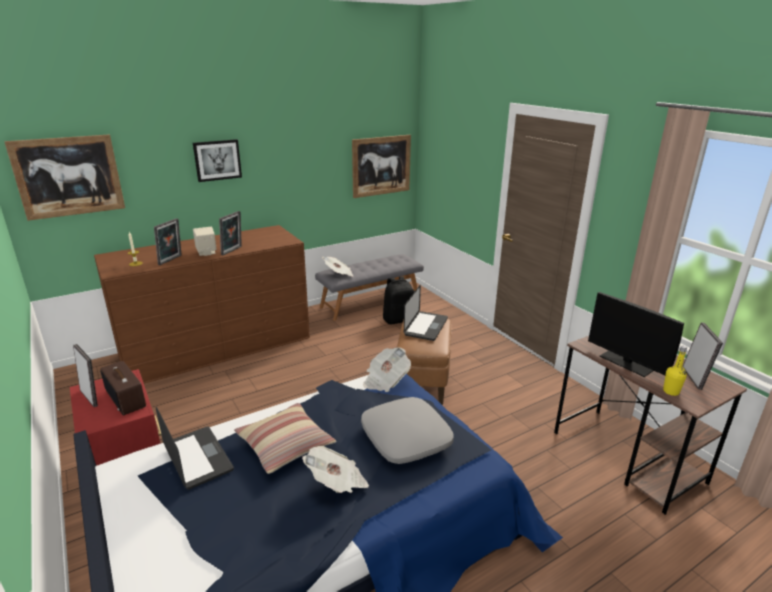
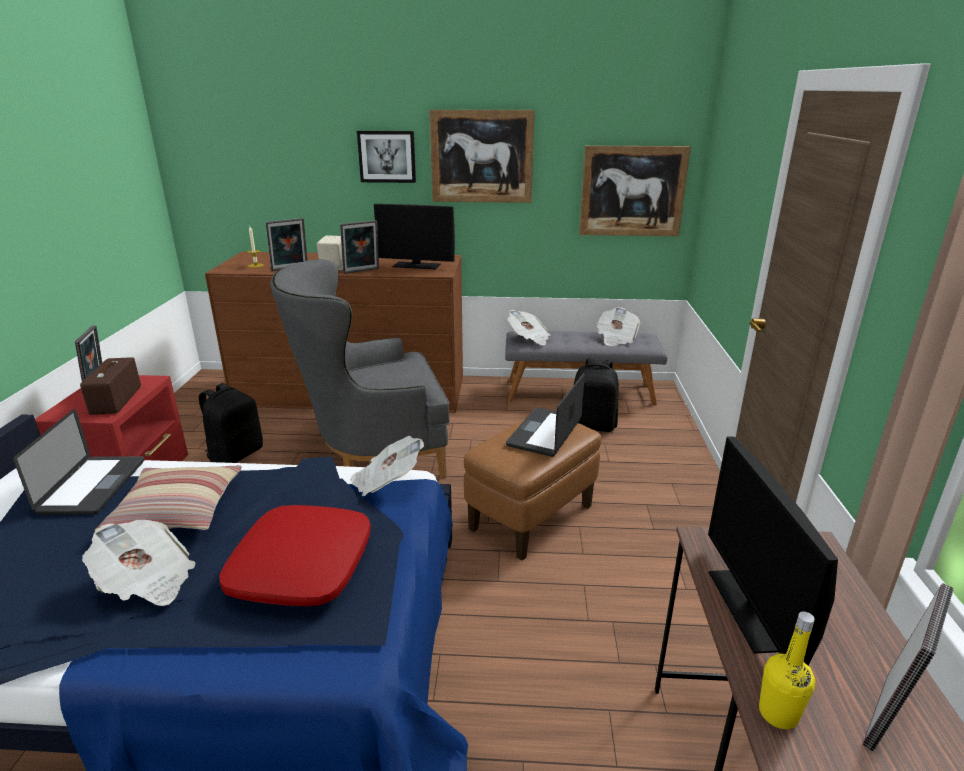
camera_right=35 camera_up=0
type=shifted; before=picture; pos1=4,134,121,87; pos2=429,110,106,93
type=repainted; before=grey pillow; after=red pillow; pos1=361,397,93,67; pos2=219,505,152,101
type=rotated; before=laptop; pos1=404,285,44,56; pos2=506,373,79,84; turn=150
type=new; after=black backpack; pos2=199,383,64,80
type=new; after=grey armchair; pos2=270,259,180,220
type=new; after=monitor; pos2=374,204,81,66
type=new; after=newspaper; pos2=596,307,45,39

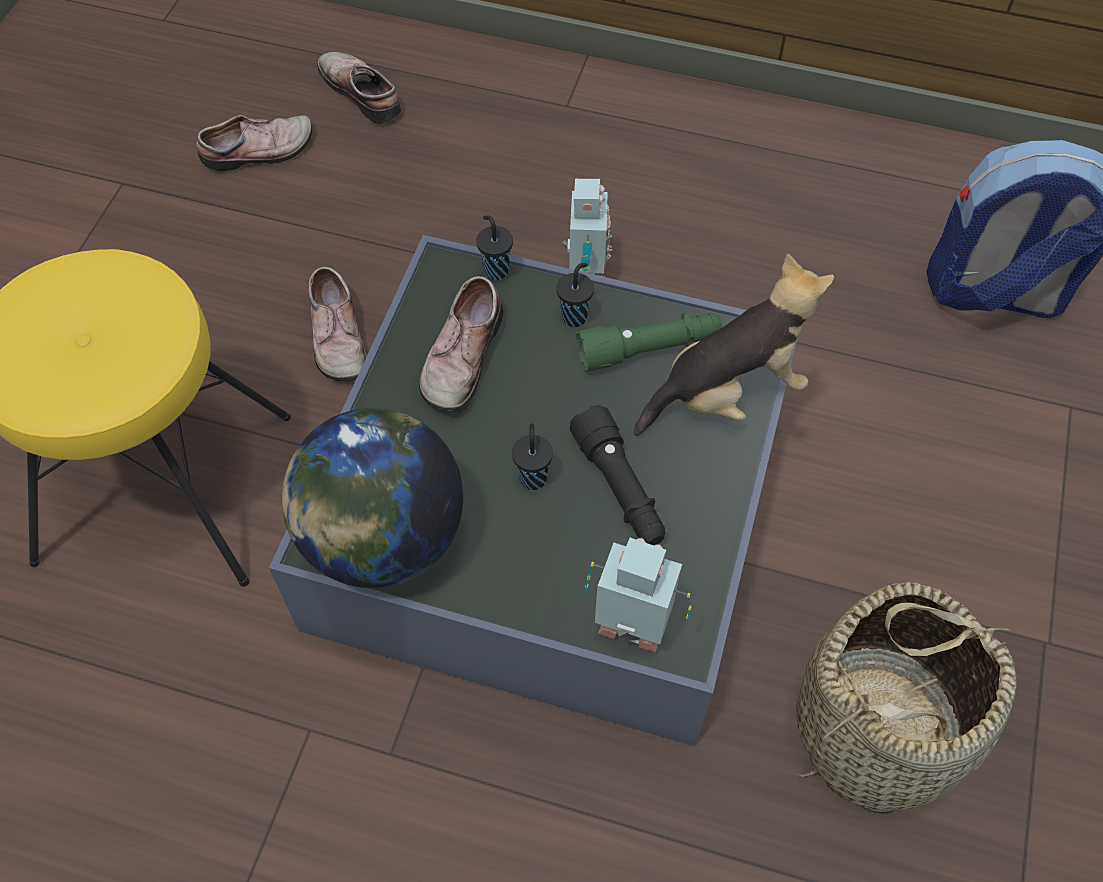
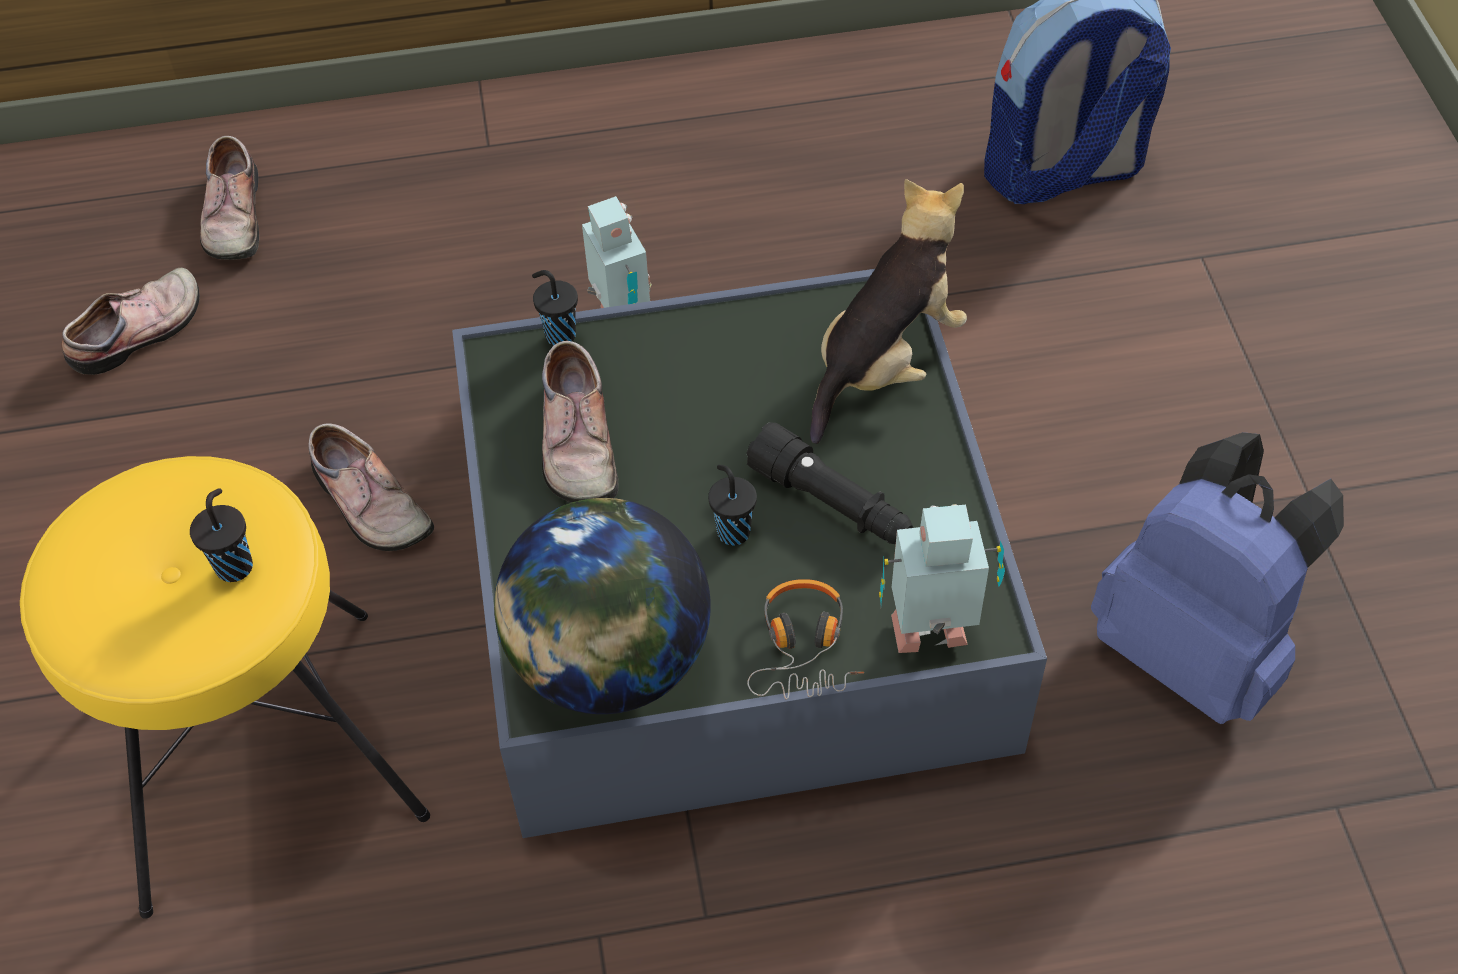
camera_right=-25 camera_up=-5
type=rotated; before=shoe; pos1=317,52,84,72; pos2=200,136,59,124; turn=-120
type=shifted; before=black cup; pos1=557,263,37,64; pos2=190,488,63,94
type=gone; before=green flashlight; pos1=576,313,146,58
type=swapped; before=basket; after=blue backpack; pos1=796,582,221,232; pos2=1091,432,253,292
type=new; after=headphones; pos2=747,579,117,121

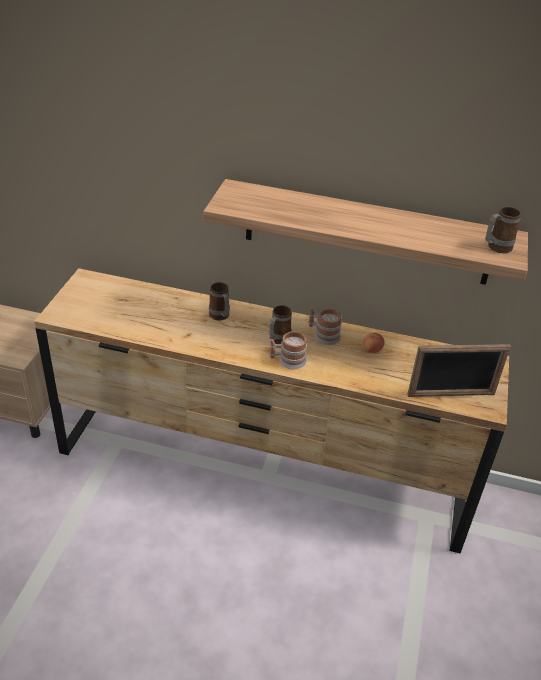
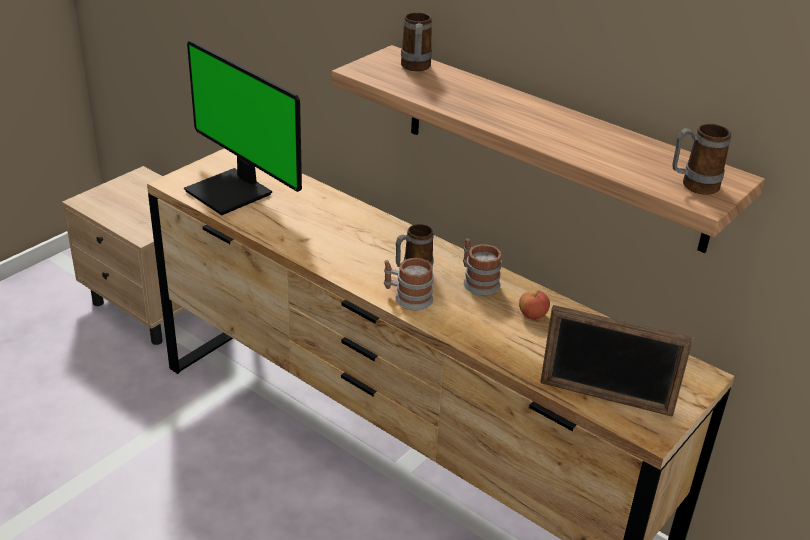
camera_right=25 camera_up=-5
type=shifted; before=mug; pos1=209,282,21,39; pos2=401,12,31,59
type=new; after=monitor; pos2=184,41,118,174

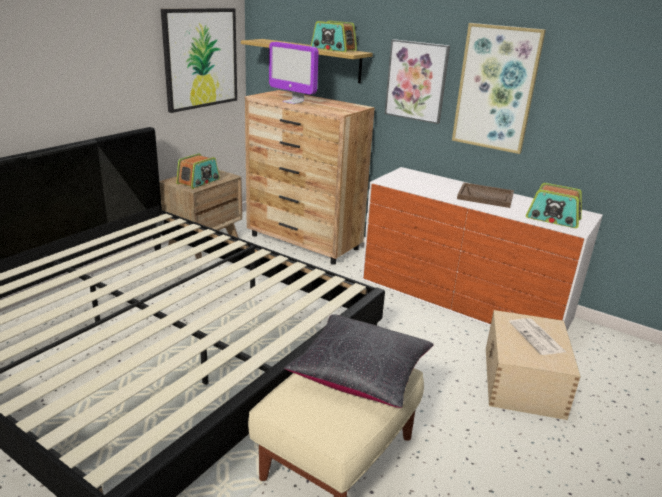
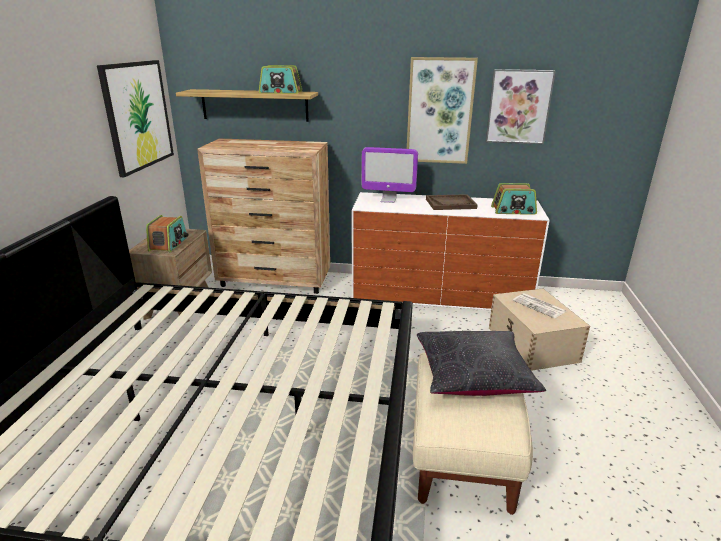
camera_right=-25 camera_up=0
type=shifted; before=monitor; pos1=269,42,50,62; pos2=361,147,57,56
type=shifted; before=picture; pos1=385,39,65,85; pos2=486,69,70,75

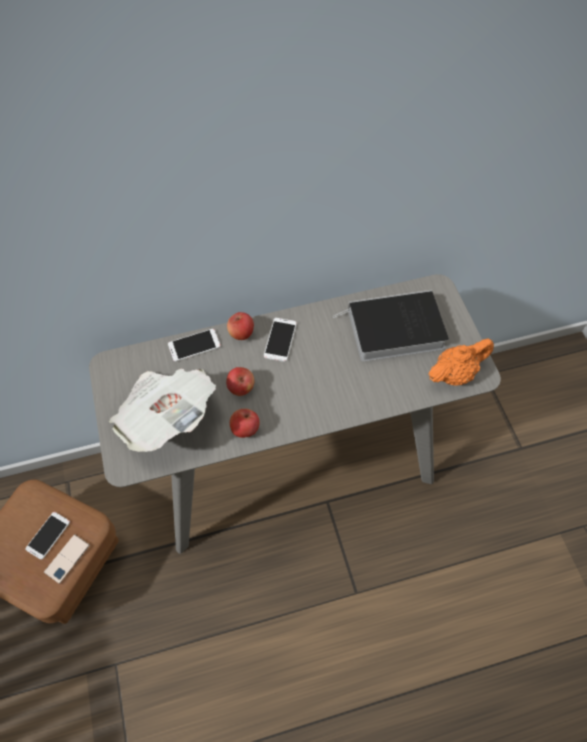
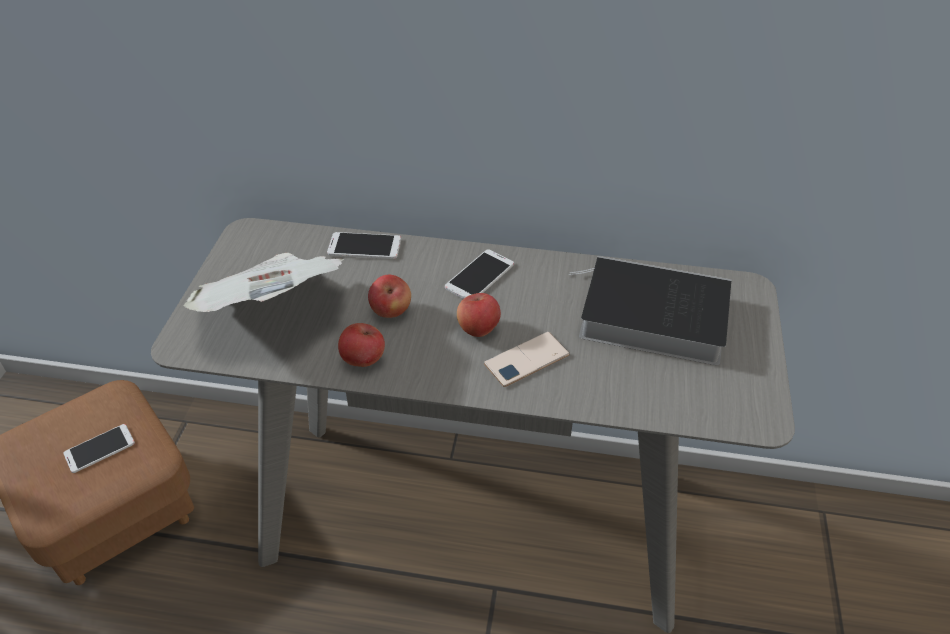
camera_right=25 camera_up=-15
type=shifted; before=phone; pos1=44,534,46,50; pos2=484,332,86,55
type=shifted; before=apple; pos1=227,312,27,28; pos2=457,293,44,44
type=gone; before=orange teapot; pos1=428,339,66,47

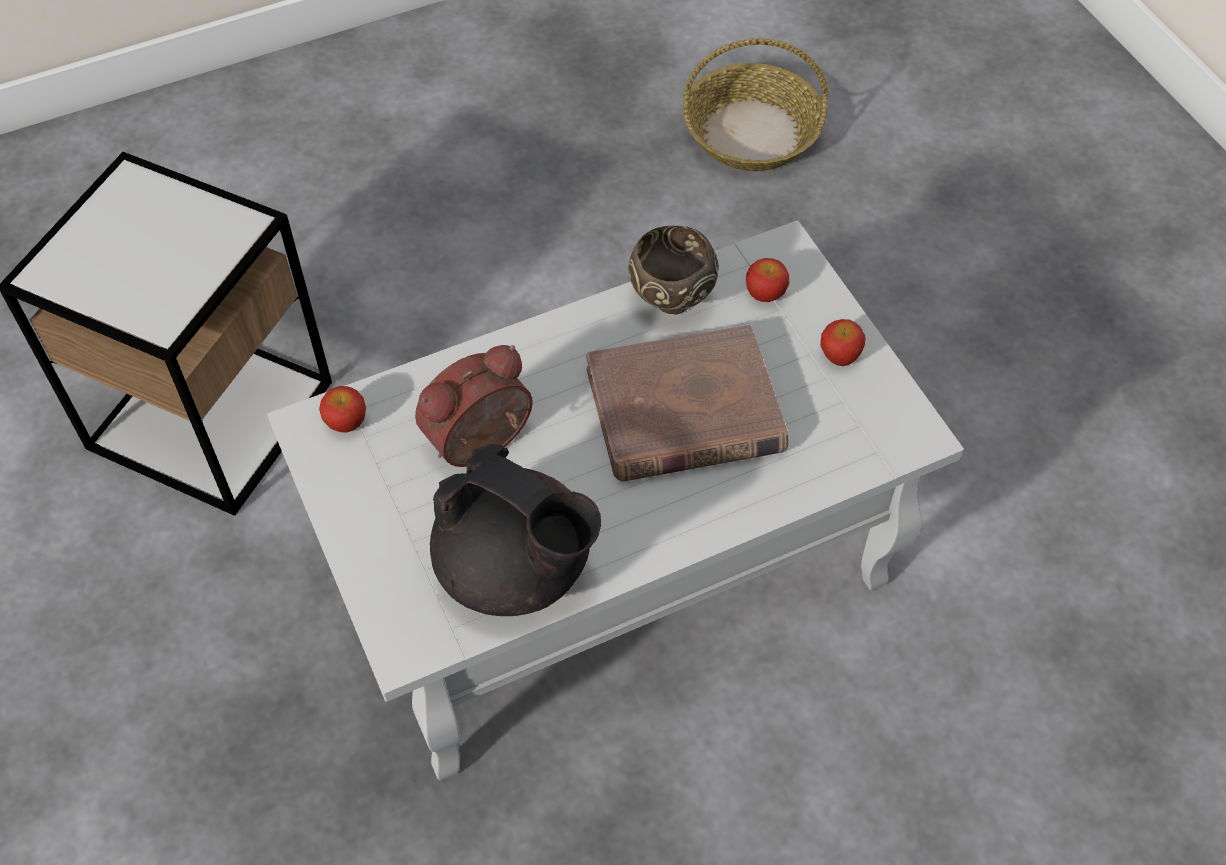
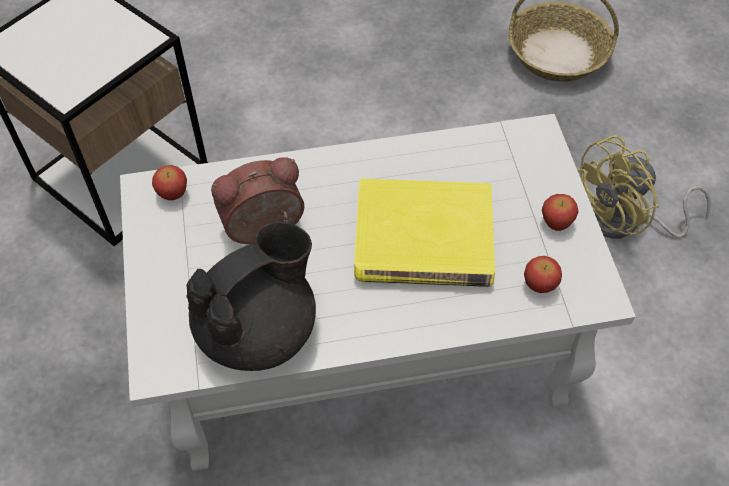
camera_right=15 camera_up=0
type=rotated; before=black teapot; pos1=430,444,171,172; pos2=186,222,130,149; turn=-90
type=repainted; before=brown book; after=yellow book; pos1=587,324,201,158; pos2=354,178,141,109
type=gone; before=brown bowl; pos1=628,226,91,89
type=shifted; before=apple; pos1=746,258,44,44; pos2=524,256,38,37
type=new; after=yellow fan; pos2=577,135,134,104

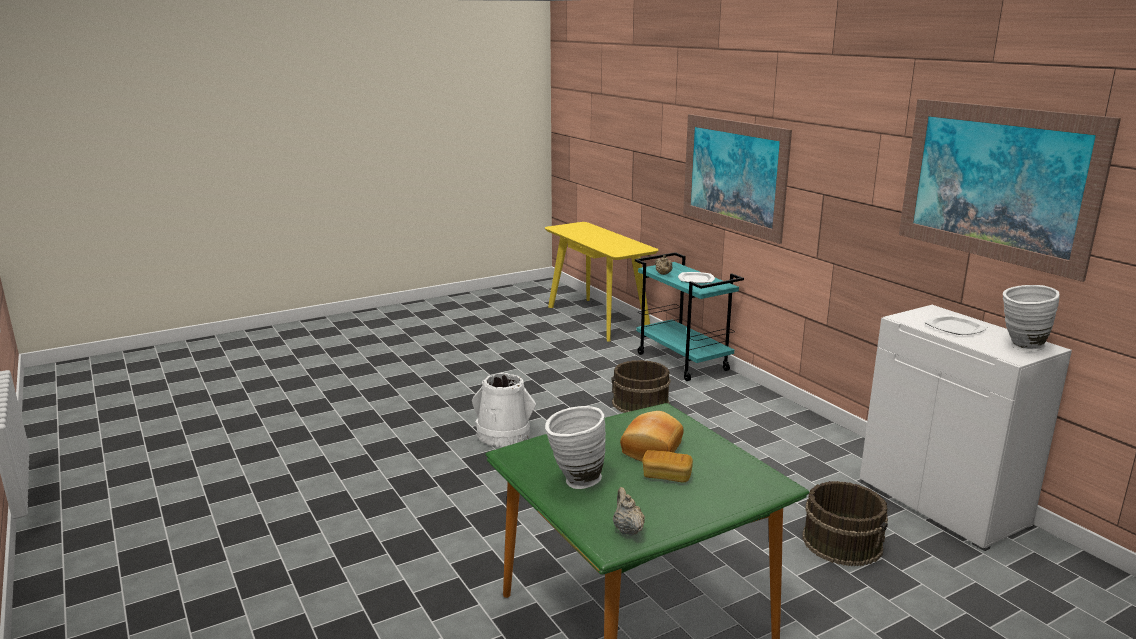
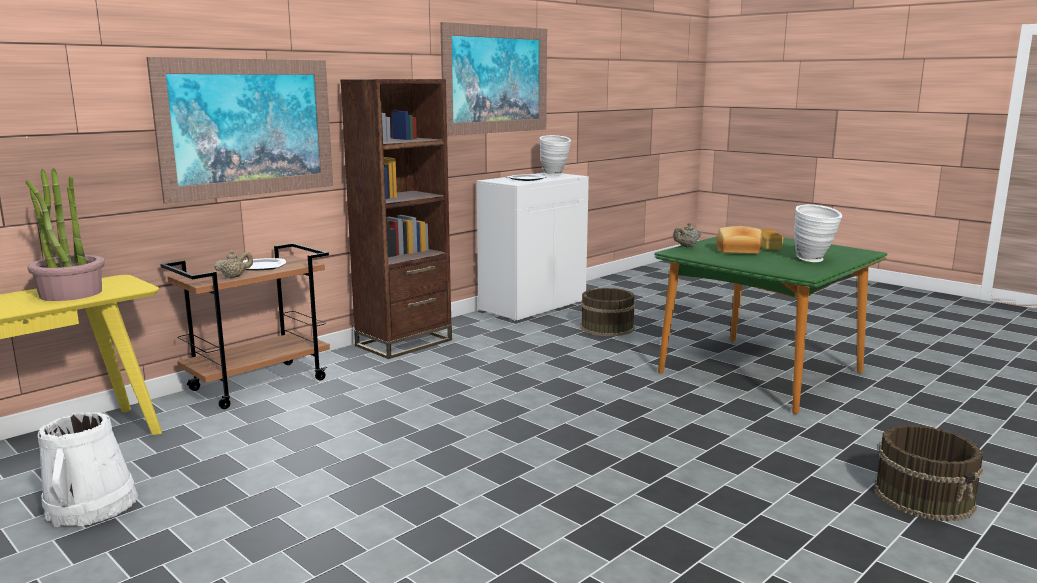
camera_right=-105 camera_up=-5
type=shifted; before=white bucket; pos1=472,373,64,74; pos2=38,412,100,115
type=shifted; before=brown bucket; pos1=611,360,60,53; pos2=874,425,109,97
type=shifted; before=beige teapot; pos1=613,487,32,49; pos2=673,223,28,25
type=repainted; before=turquoise cart; after=brown cart; pos1=635,252,109,129; pos2=160,243,170,166
type=new; after=potted plant; pos2=25,168,80,133
type=new; after=brown bookcase; pos2=340,79,112,280

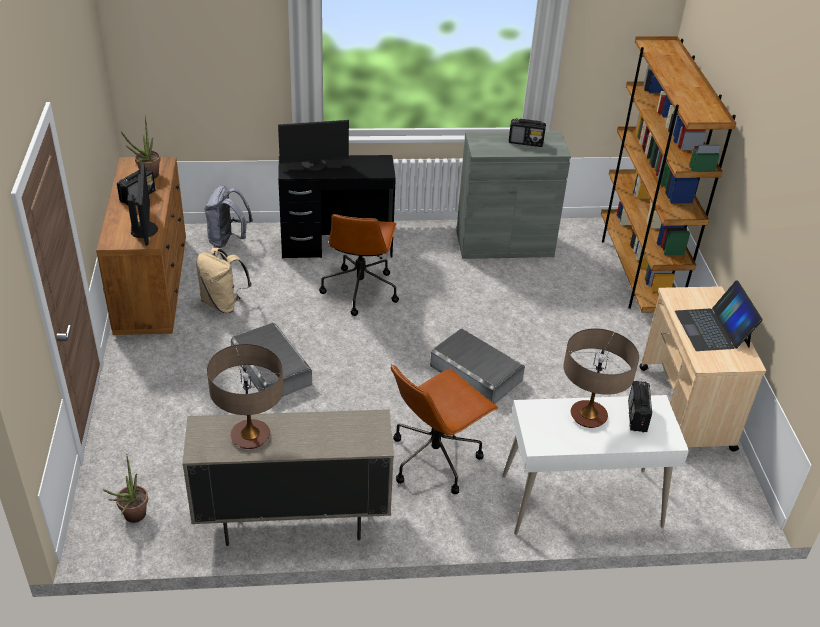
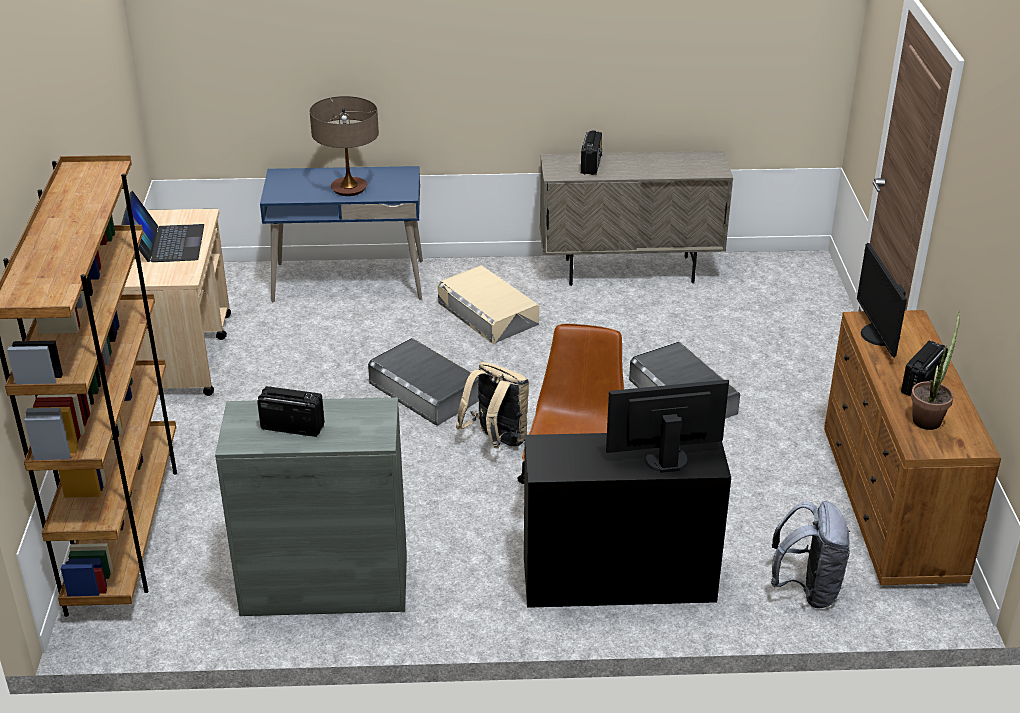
camera_right=-175 camera_up=-5
type=gone; before=potted plant; pos1=103,453,45,70
type=shifted; before=beige backpack; pos1=196,248,56,65; pos2=456,362,73,86
type=gone; before=table lamp; pos1=207,344,77,105
type=swapped; before=brown office chair; after=beige storage box; pos1=391,364,107,130; pos2=438,265,101,79
type=repainted; before=white desk; after=blue desk; pos1=502,395,187,140; pos2=260,166,163,137
type=shifted; before=radio; pos1=628,381,24,51; pos2=581,130,21,45

